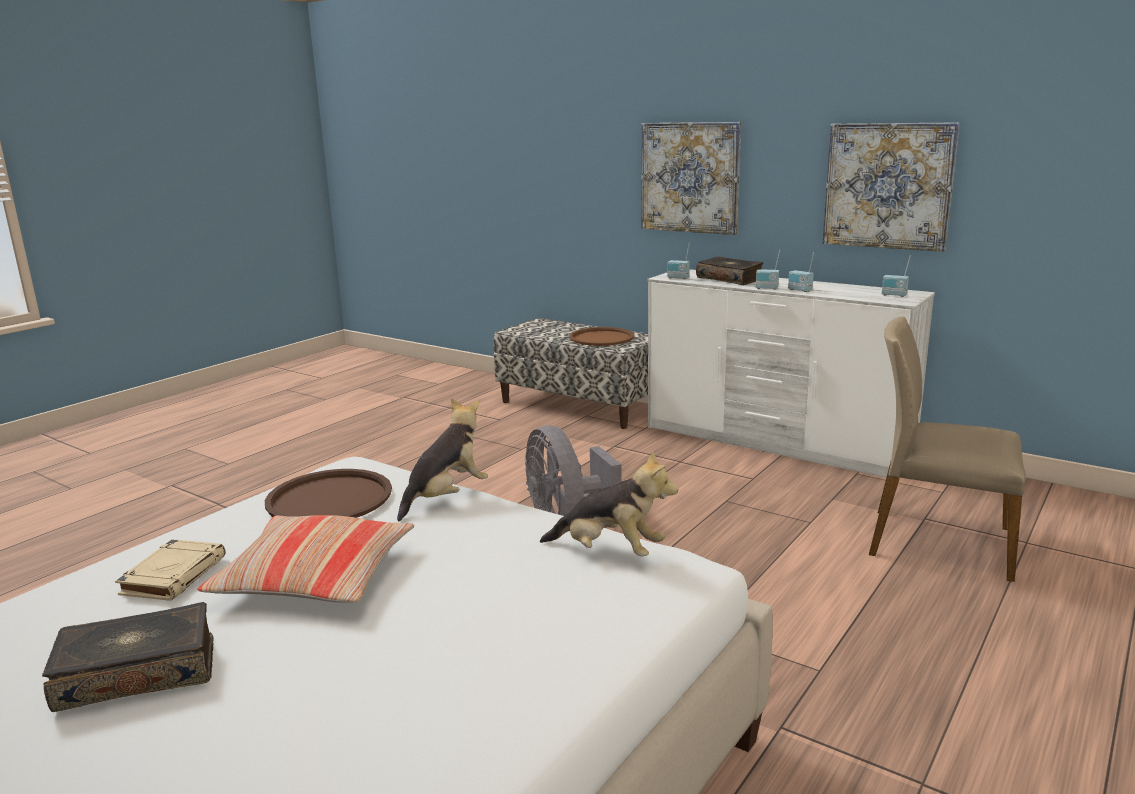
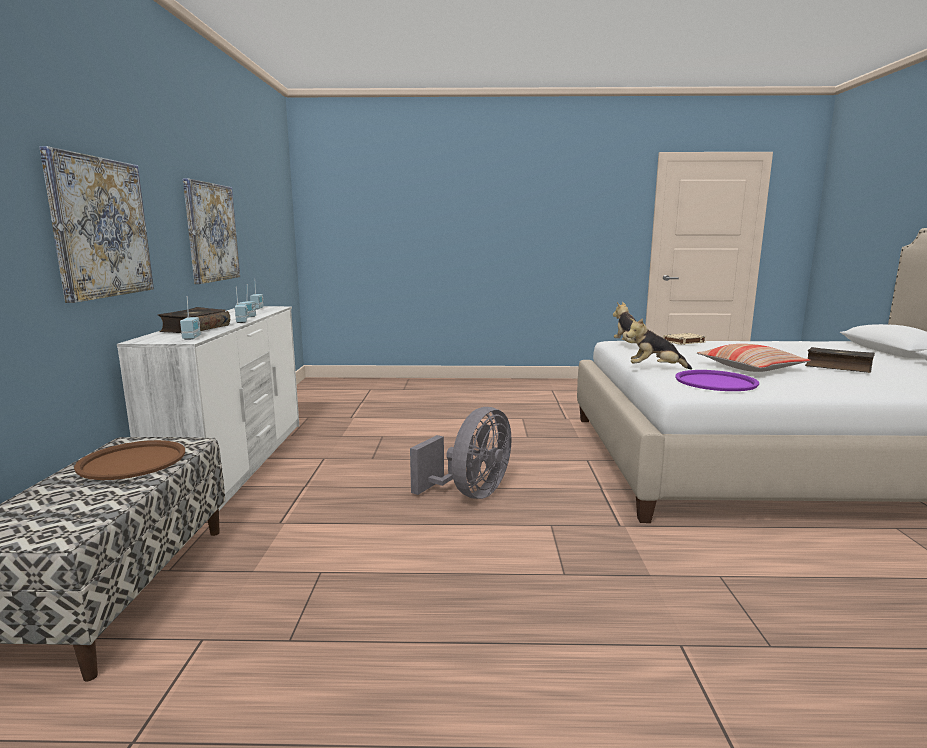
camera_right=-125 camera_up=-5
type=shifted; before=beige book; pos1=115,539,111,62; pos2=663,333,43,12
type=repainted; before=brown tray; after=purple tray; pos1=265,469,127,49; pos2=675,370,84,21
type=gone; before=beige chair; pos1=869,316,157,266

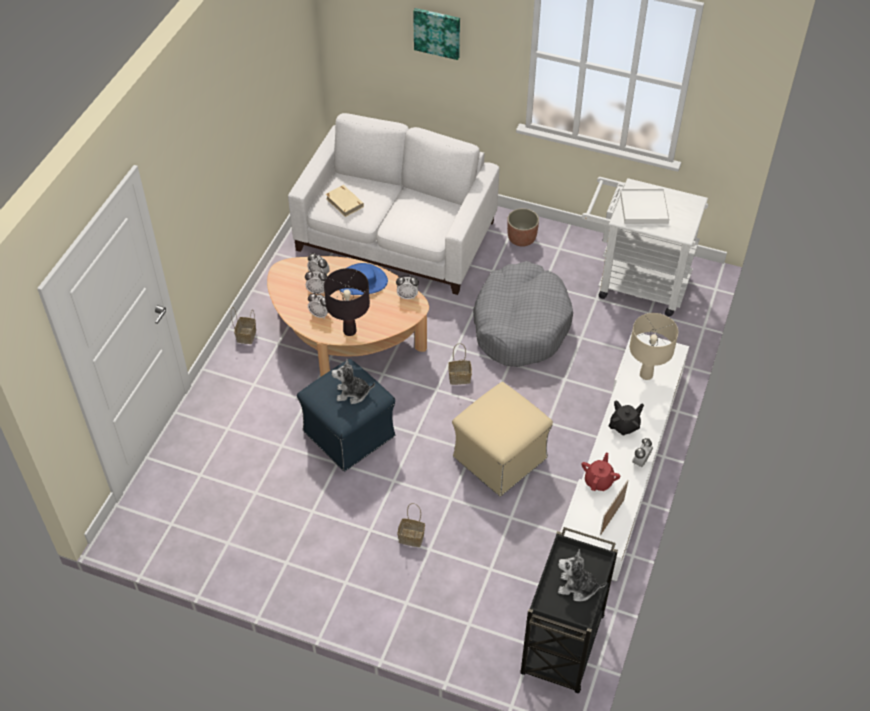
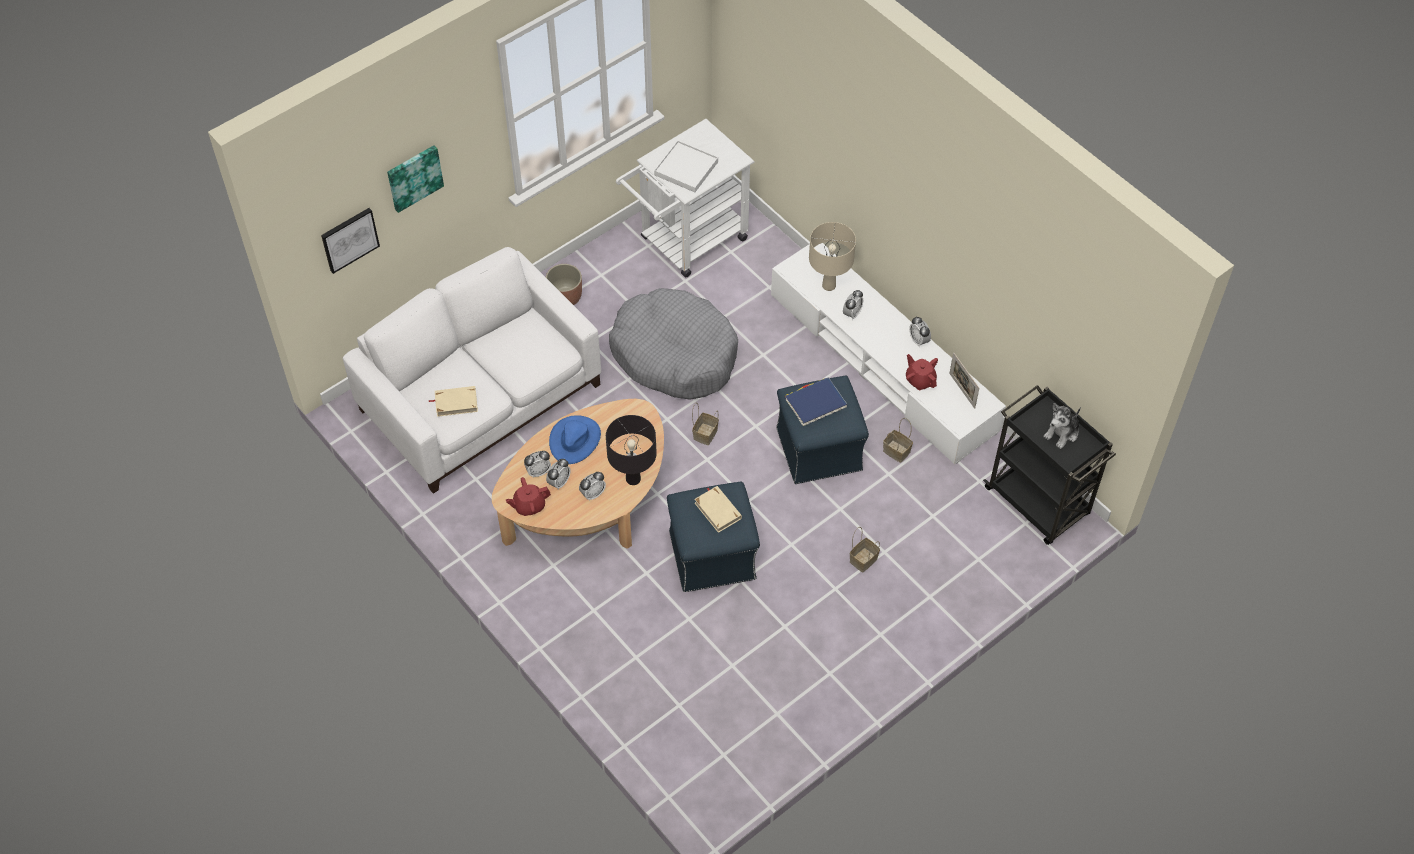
camera_right=-60 camera_up=5
type=shifted; before=basket; pos1=231,307,25,37; pos2=883,418,30,45
type=swapped; before=plush toy; after=beige book; pos1=331,359,44,45; pos2=695,486,47,47
type=shifted; before=alarm clock; pos1=396,275,23,24; pos2=843,290,20,30
type=repainted; before=beige ottoman; after=blue ottoman; pos1=452,382,101,115; pos2=776,376,93,108
type=gone; before=black teapot; pos1=609,401,35,34
type=new; after=picture; pos2=321,208,59,66
type=new; after=red teapot; pos2=506,477,45,39
type=new; after=blue book; pos2=785,378,62,48

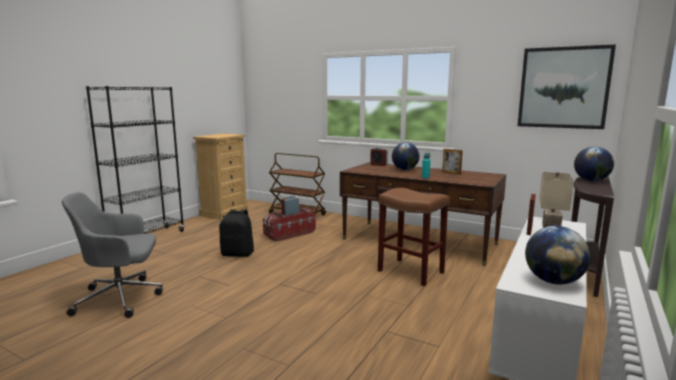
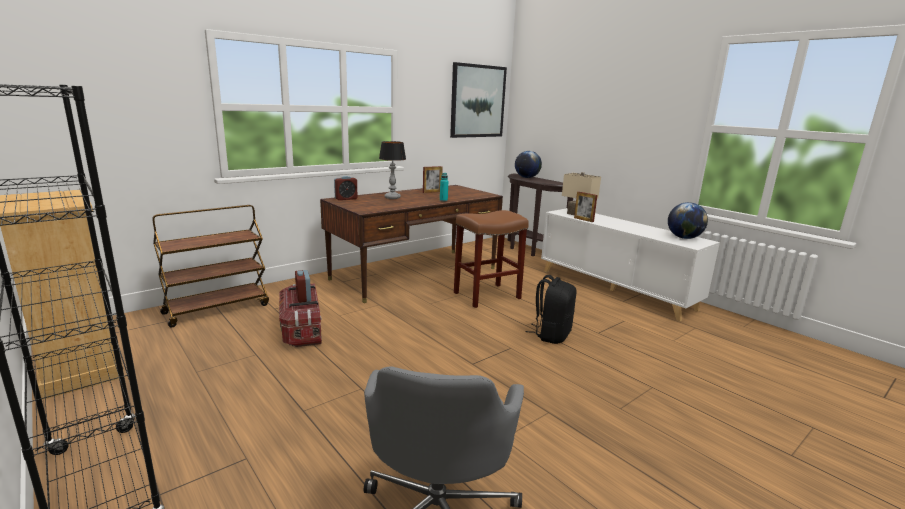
camera_right=-70 camera_up=5
type=shifted; before=black backpack; pos1=219,209,35,48; pos2=526,275,51,69
type=swapped; before=globe; after=table lamp; pos1=392,142,28,28; pos2=379,141,27,58

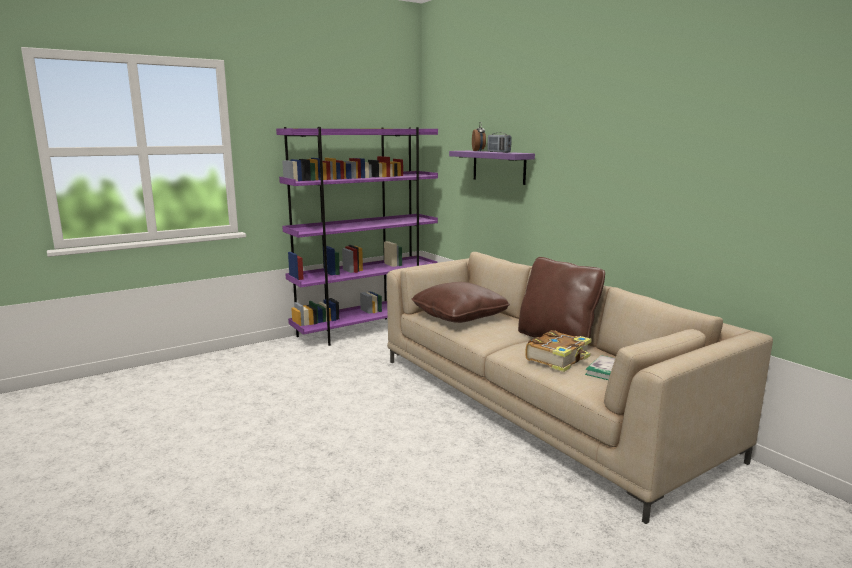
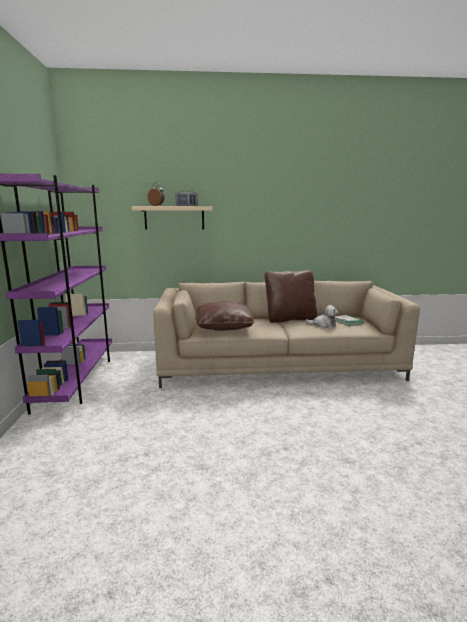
camera_right=-60 camera_up=0
type=repainted; before=purple shelf; after=beige shelf; pos1=449,151,86,34; pos2=132,206,80,24
type=swapped; before=book; after=plush toy; pos1=525,330,67,42; pos2=305,305,33,23

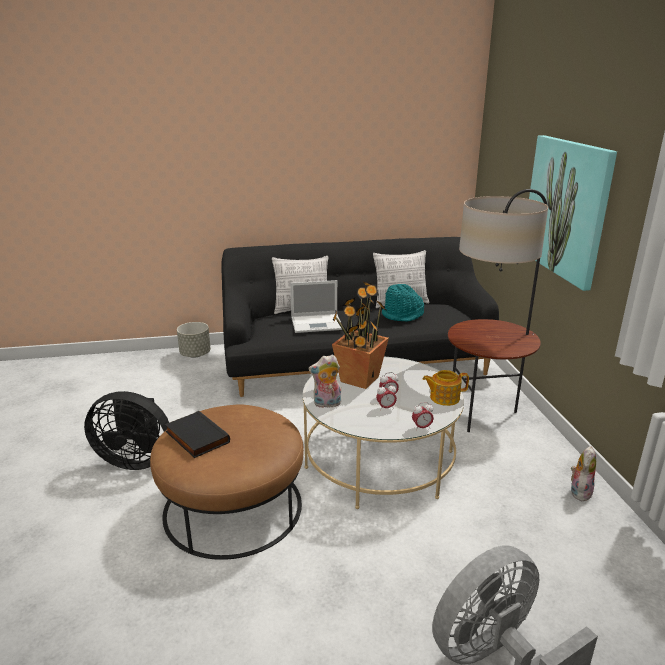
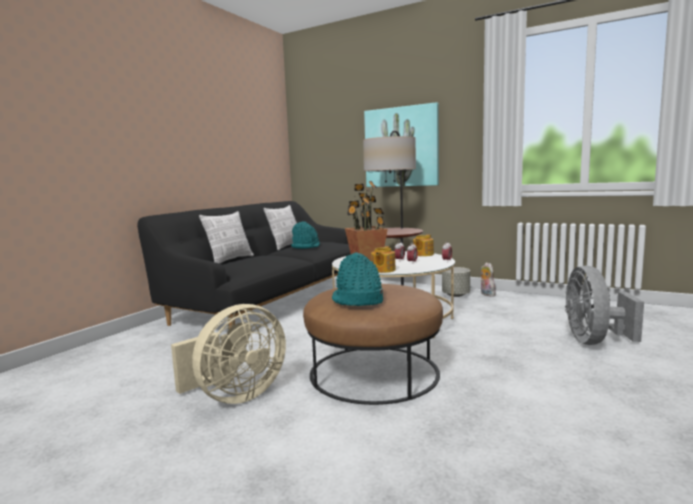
camera_right=-50 camera_up=-15
type=repainted; before=black fan; after=beige fan; pos1=84,391,85,79; pos2=171,304,115,100
type=swapped; before=black book; after=turquoise hat; pos1=165,411,65,47; pos2=332,252,51,54
type=shifted; before=grey planter; pos1=177,322,34,36; pos2=442,267,28,30
type=gone; before=laptop; pos1=290,280,52,53
type=swapped; before=plush toy; after=teapot; pos1=308,355,33,54; pos2=371,246,25,27

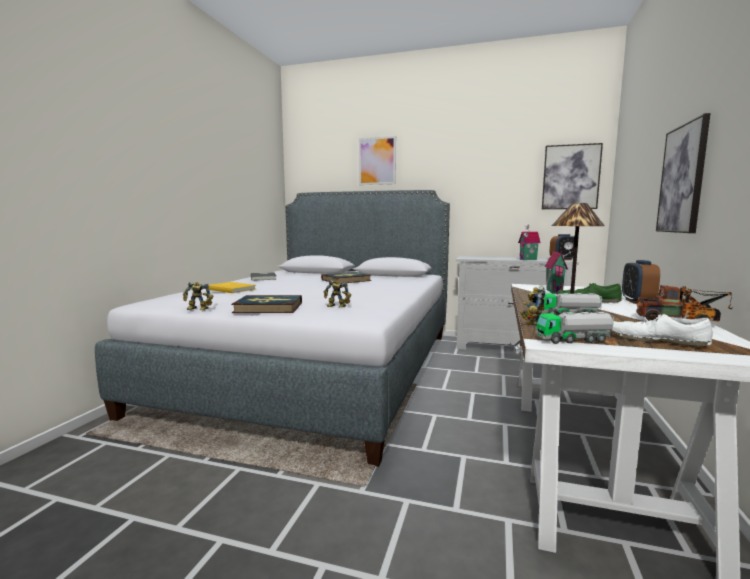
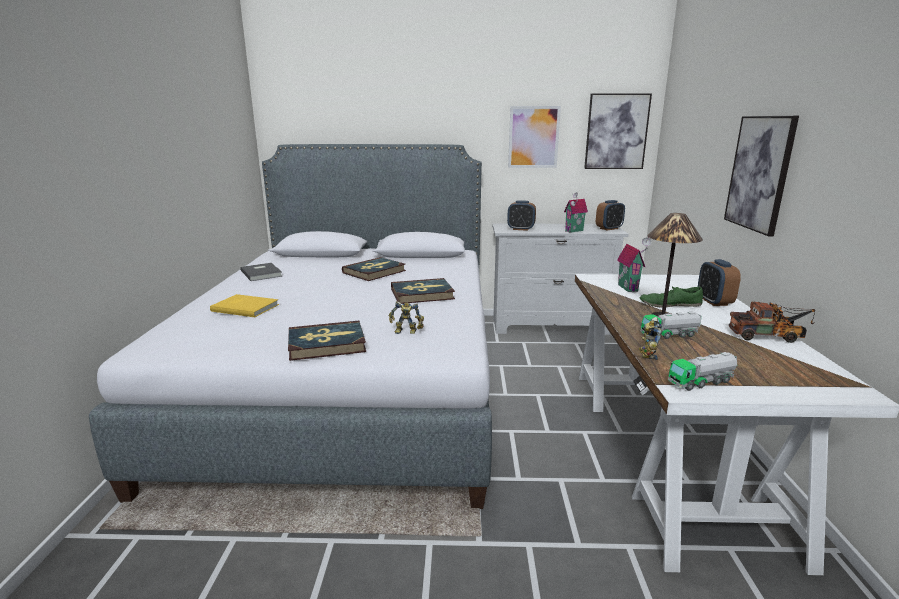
camera_right=-15 camera_up=10
type=gone; before=toy robot; pos1=183,282,30,28
type=shifted; before=picture; pos1=359,136,37,49; pos2=508,106,53,62
type=gone; before=white shoe; pos1=609,314,104,33
type=new; after=book; pos2=391,278,64,26
type=new; after=alarm clock; pos2=507,200,29,31

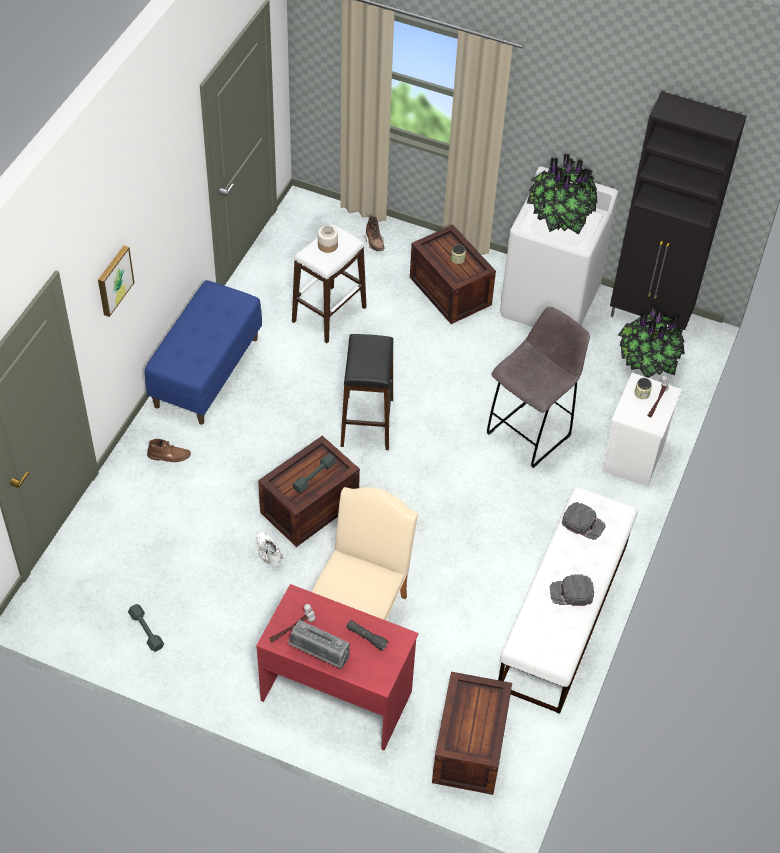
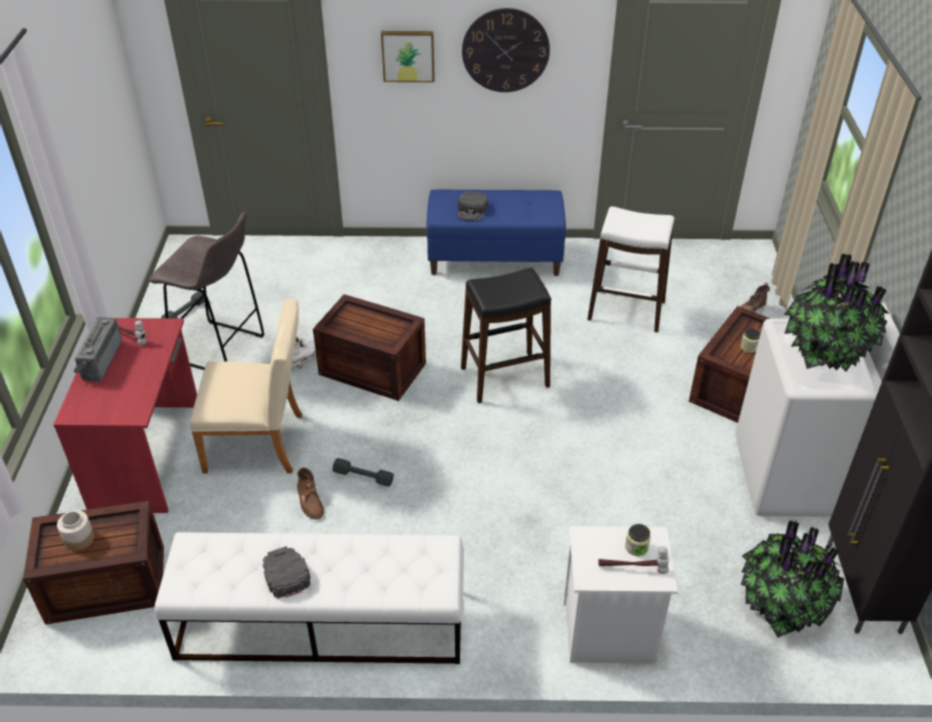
camera_right=70 camera_up=-10
type=shifted; before=brown boot; pos1=147,439,44,23; pos2=297,468,27,51
type=shifted; before=grey dumbbell; pos1=292,453,45,40; pos2=332,458,62,29
type=shifted; before=jar; pos1=318,225,20,28; pos2=57,510,37,41
type=gone; before=black flashlight; pos1=346,620,42,31
type=shifted; before=grey stool; pos1=487,307,103,161; pos2=149,211,115,159
type=shifted; before=black cap; pos1=562,502,44,38; pos2=458,191,30,31
type=new; after=wall clock; pos2=462,8,88,84

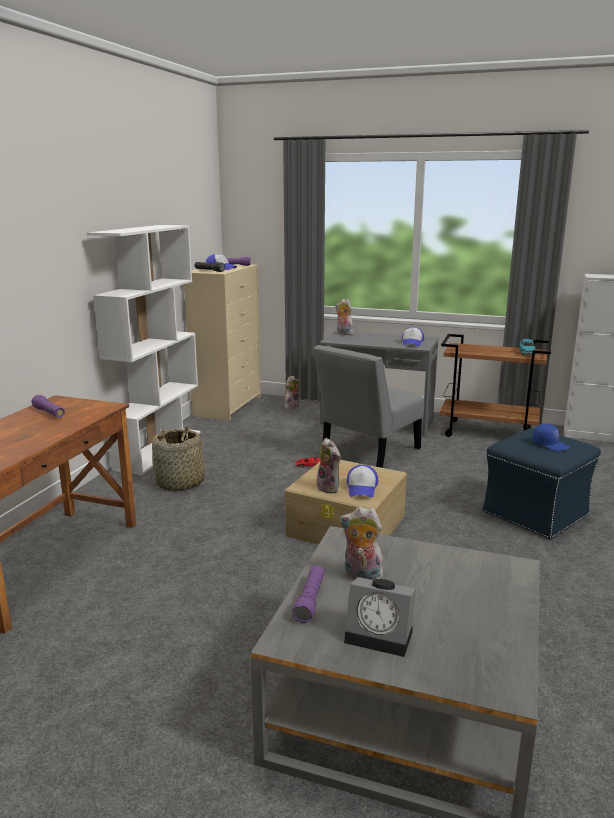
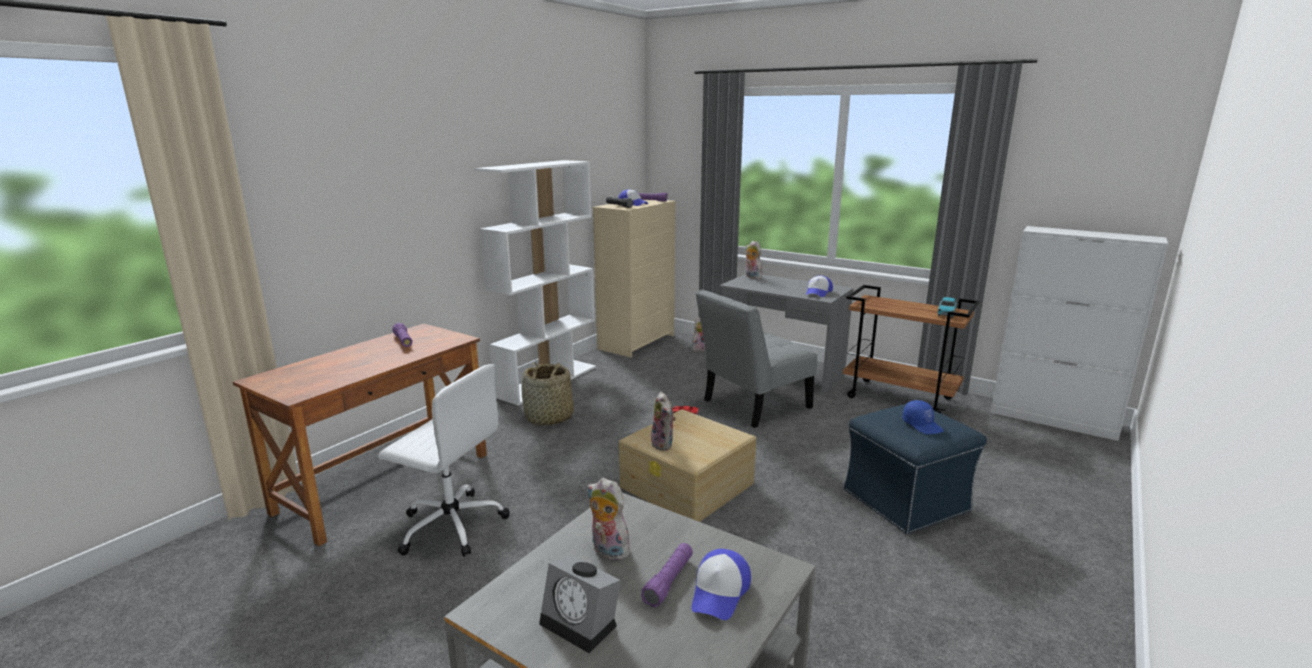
camera_right=15 camera_up=0
type=shifted; before=purple flashlight; pos1=292,565,33,58; pos2=641,543,52,64
type=shifted; before=cap; pos1=347,465,31,33; pos2=691,549,60,71
type=new; after=white office chair; pos2=378,364,132,193

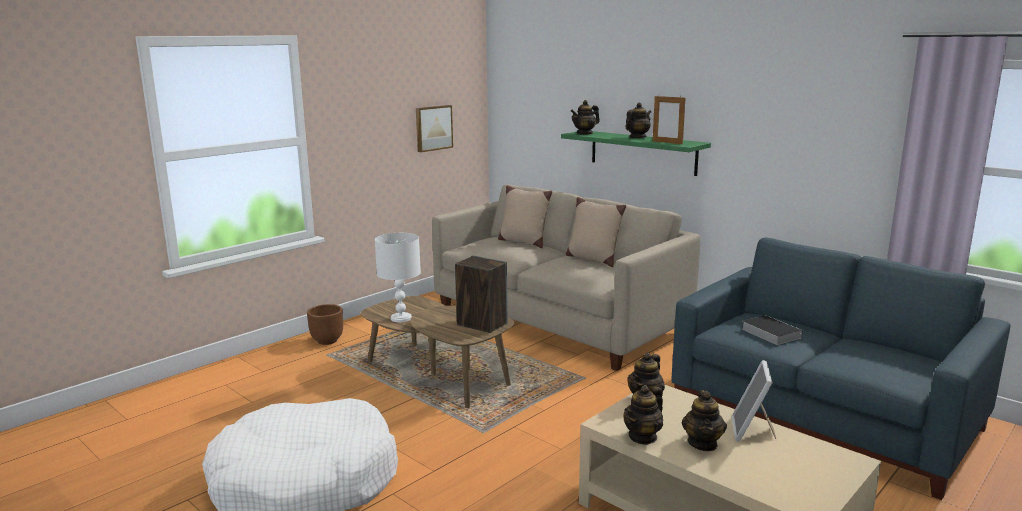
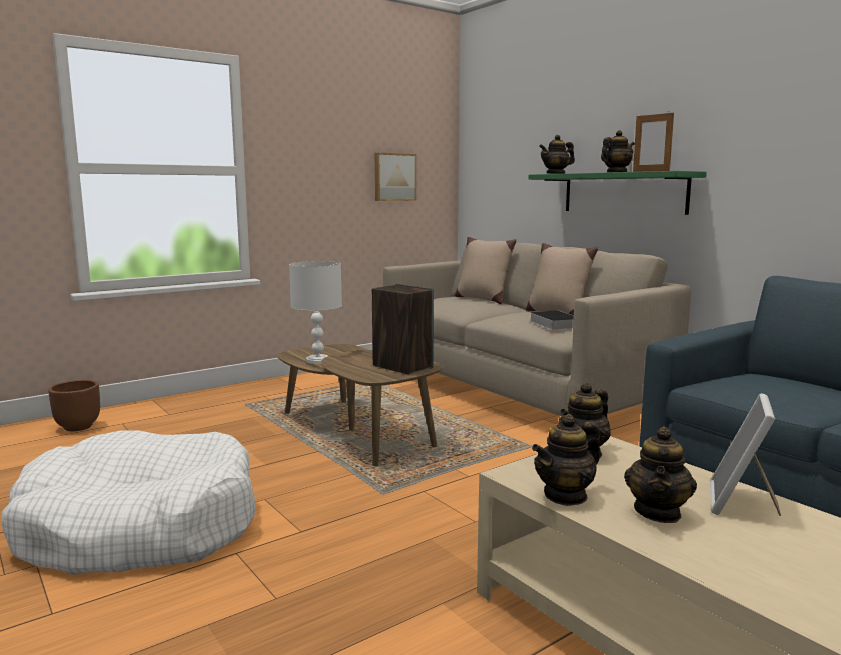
camera_right=10 camera_up=-5
type=shifted; before=brown planter; pos1=307,304,36,41; pos2=48,380,52,51
type=shifted; before=book; pos1=742,315,61,30; pos2=530,310,44,20

